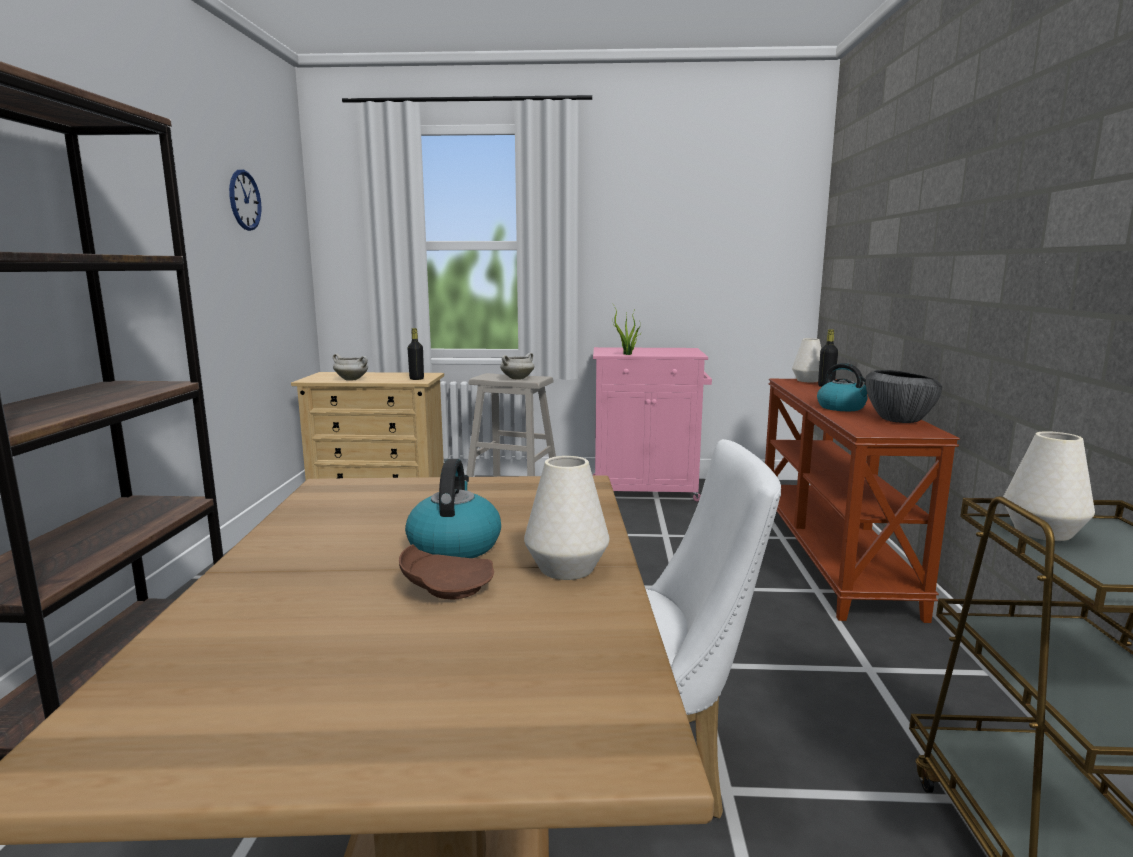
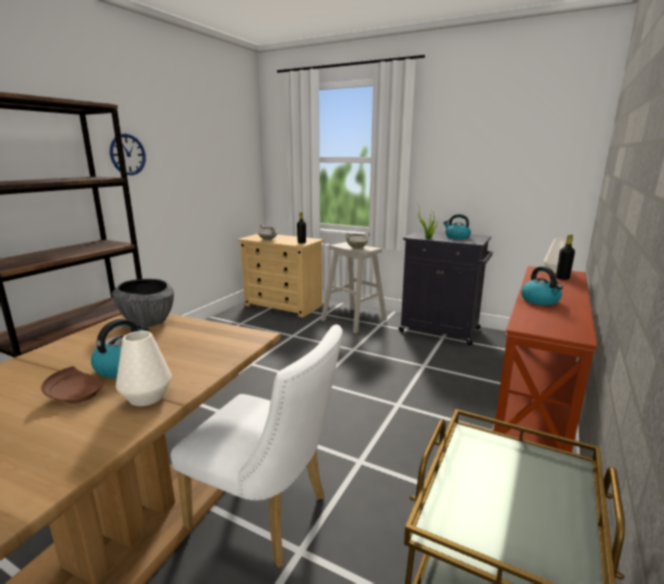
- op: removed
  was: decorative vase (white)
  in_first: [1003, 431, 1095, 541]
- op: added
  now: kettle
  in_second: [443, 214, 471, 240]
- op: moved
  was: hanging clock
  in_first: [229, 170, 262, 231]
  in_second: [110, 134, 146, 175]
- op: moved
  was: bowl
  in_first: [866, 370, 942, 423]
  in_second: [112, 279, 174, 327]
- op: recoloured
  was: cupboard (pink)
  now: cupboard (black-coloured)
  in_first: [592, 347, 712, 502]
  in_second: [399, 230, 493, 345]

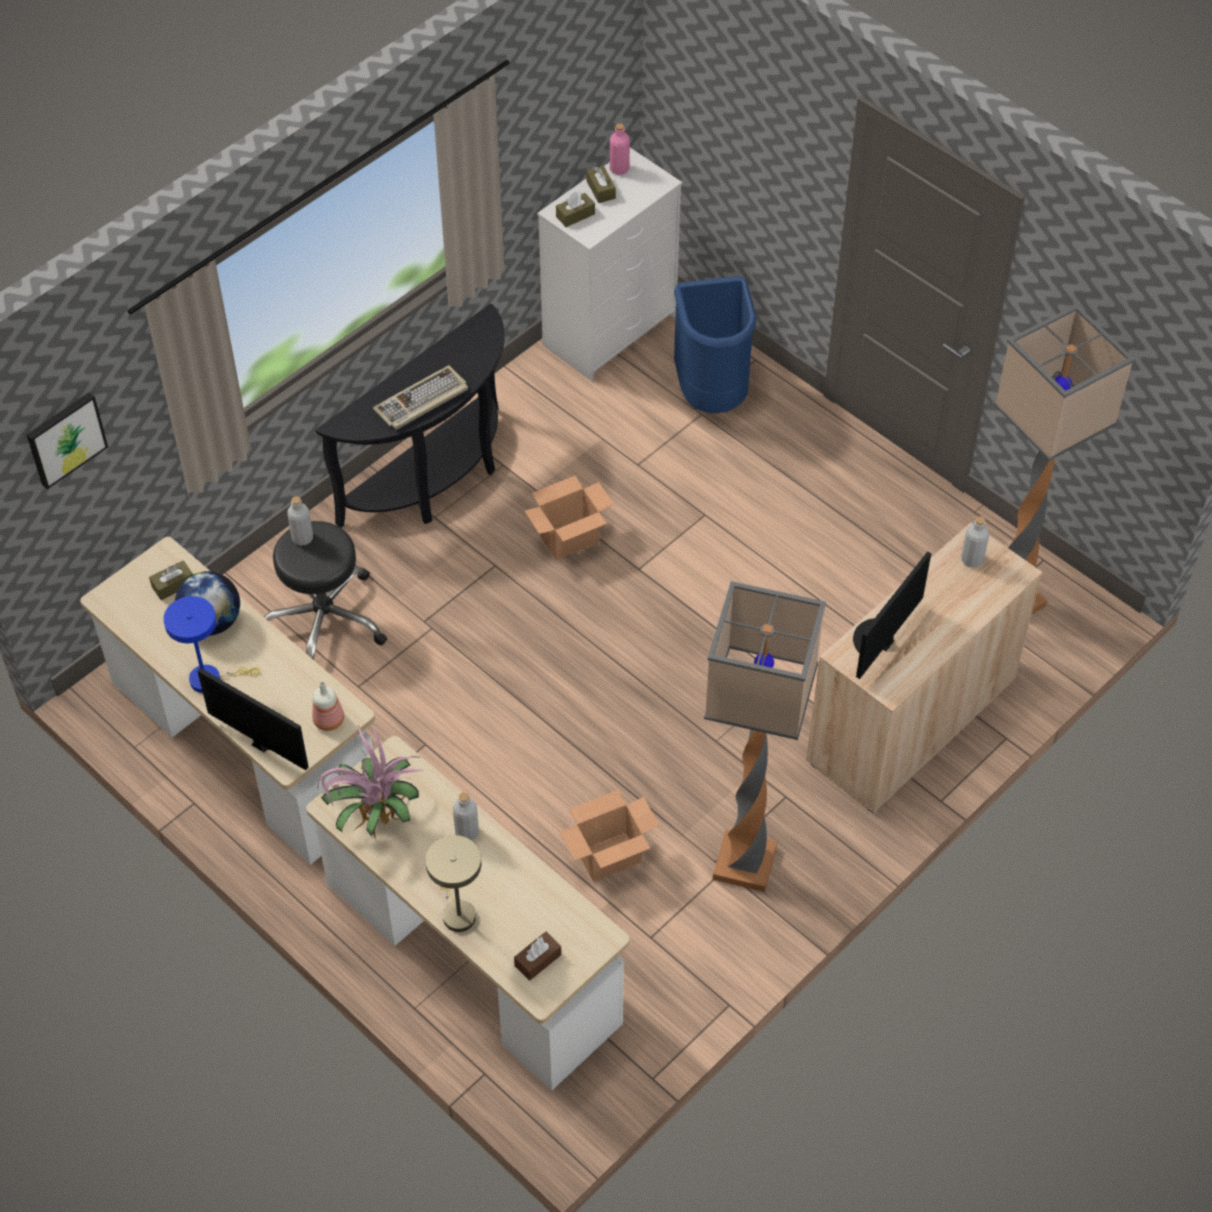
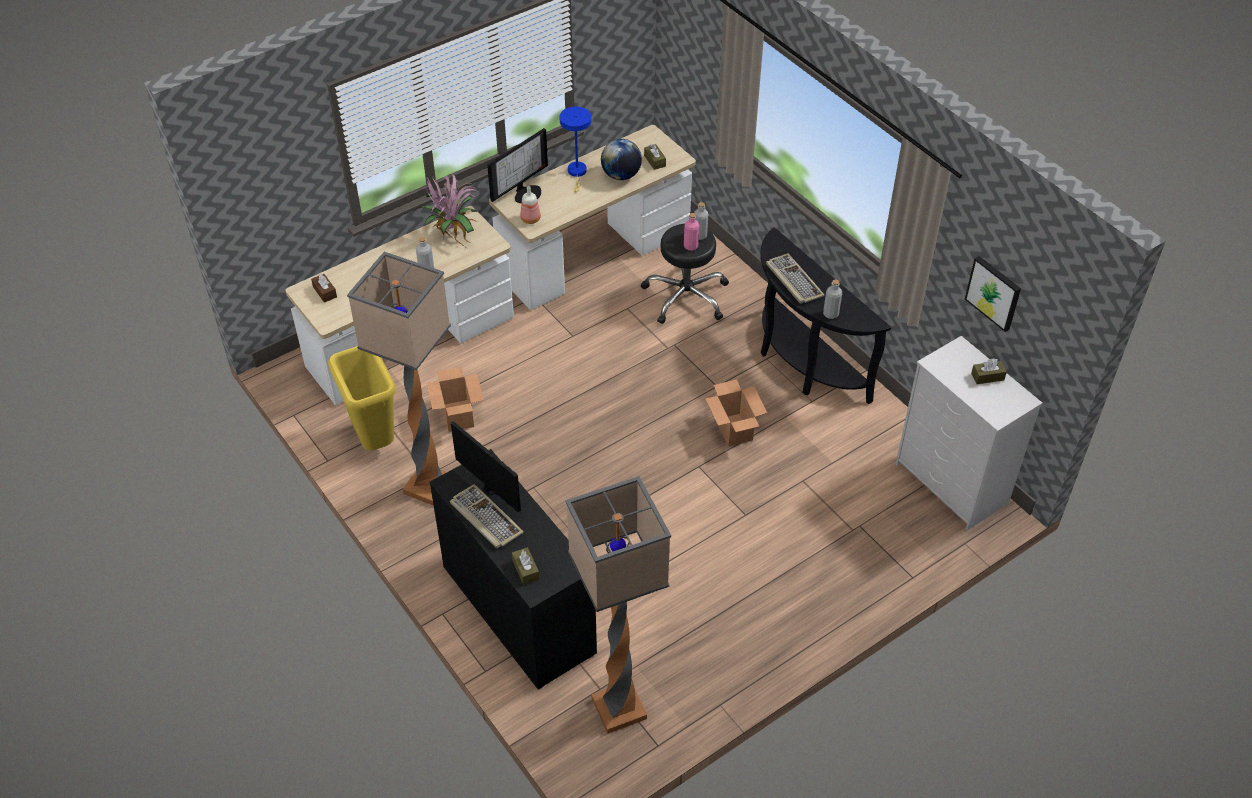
- op: removed
  was: lamp for a table (sand-coloured)
  in_first: [426, 835, 481, 932]
- op: removed
  was: trash can (blue)
  in_first: [674, 276, 756, 413]
- op: added
  now: trash can (yellow)
  in_second: [328, 346, 396, 451]
- op: added
  now: keyboard
  in_second: [450, 484, 524, 549]
- op: moved
  was: picture
  in_first: [26, 392, 108, 489]
  in_second: [965, 256, 1021, 332]
- op: moved
  was: tissue holder (brown-coloured)
  in_first: [556, 192, 595, 227]
  in_second: [512, 547, 539, 585]
- op: moved
  was: beverage bottle (pink)
  in_first: [610, 123, 630, 175]
  in_second: [684, 213, 699, 251]
- op: moved
  was: beverage bottle (gray)
  in_first: [961, 516, 989, 567]
  in_second: [823, 280, 842, 319]
- op: recoloured
  was: cupboard (sand-coloured)
  now: cupboard (black-coloured)
  in_first: [806, 522, 1043, 813]
  in_second: [429, 449, 597, 690]

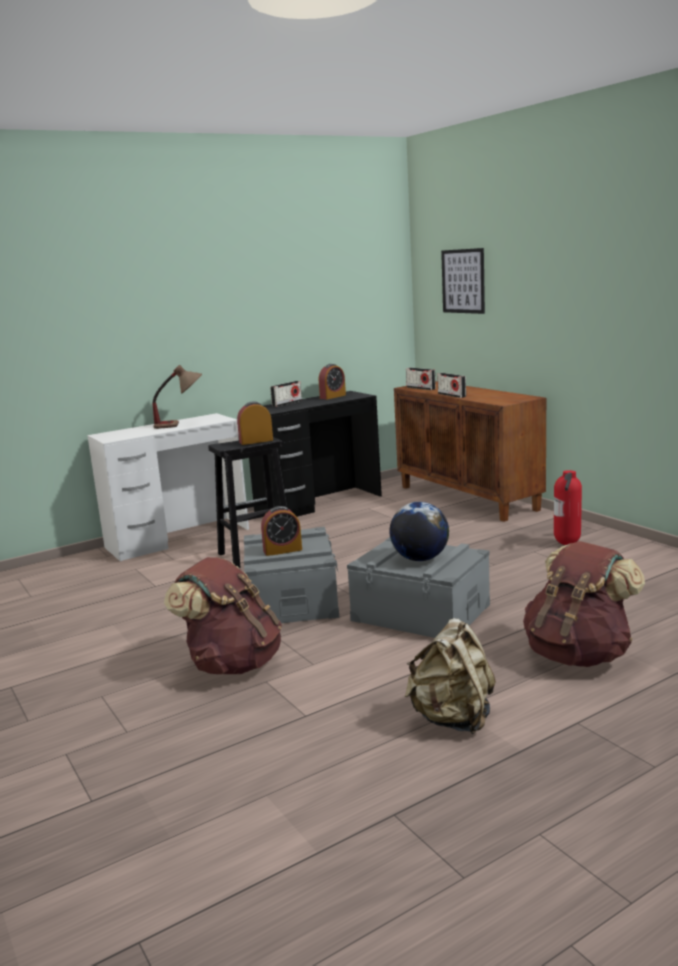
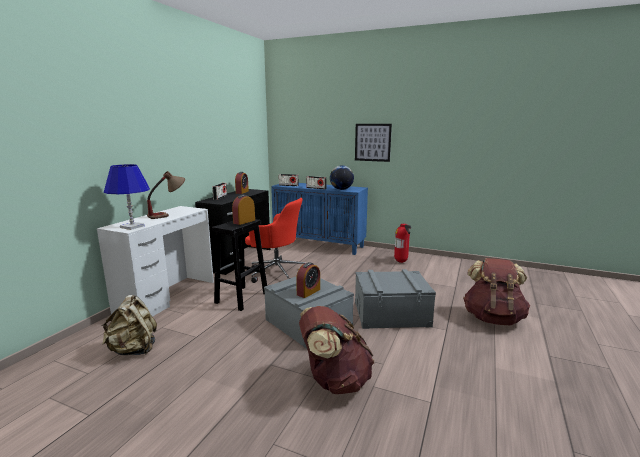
- op: added
  now: lamp for a table (blue)
  in_second: [104, 164, 150, 230]
- op: added
  now: computer chair (red-coloured)
  in_second: [245, 198, 305, 283]
- op: moved
  was: world globe
  in_first: [390, 502, 449, 561]
  in_second: [330, 165, 354, 190]
- op: moved
  was: backpack (sand-coloured)
  in_first: [405, 618, 496, 734]
  in_second: [102, 295, 157, 355]
- op: moved
  was: picture
  in_first: [441, 248, 485, 314]
  in_second: [355, 124, 392, 162]
- op: recoloured
  was: cupboard (brown-coloured)
  now: cupboard (blue)
  in_first: [394, 381, 546, 522]
  in_second: [271, 183, 368, 255]

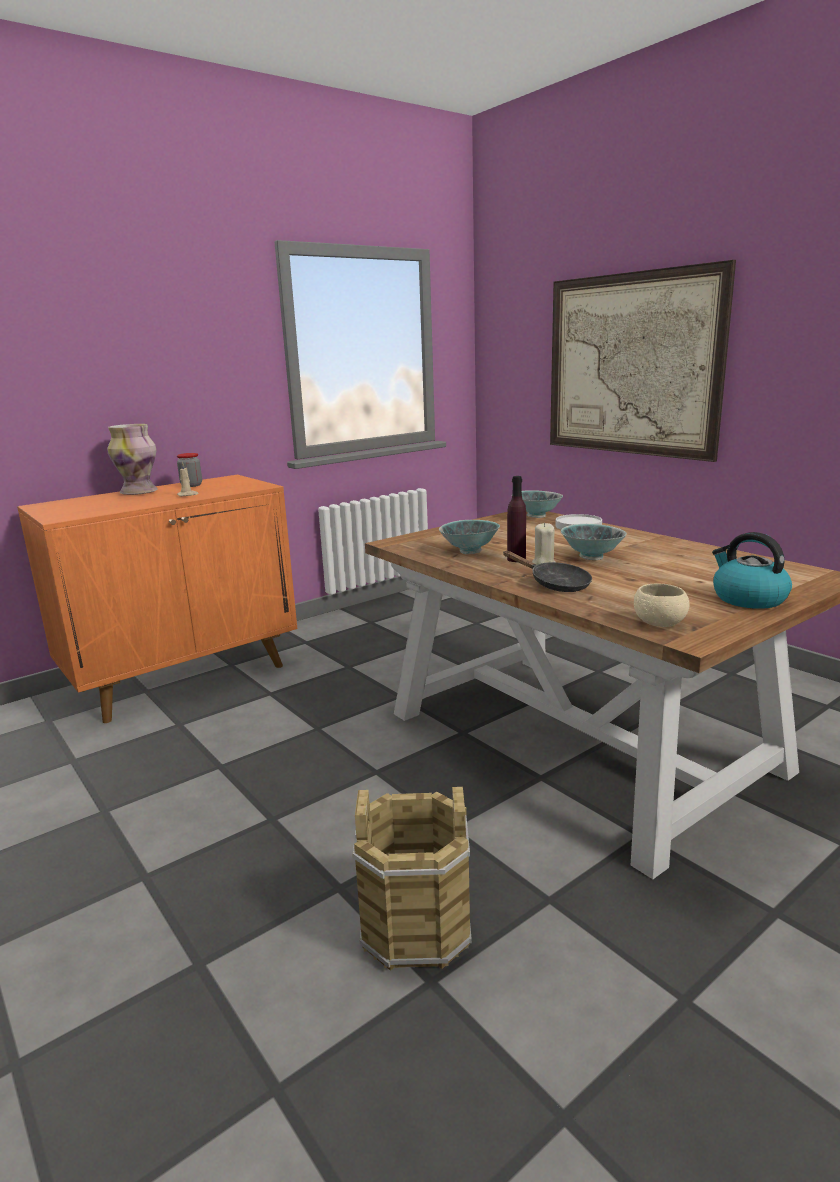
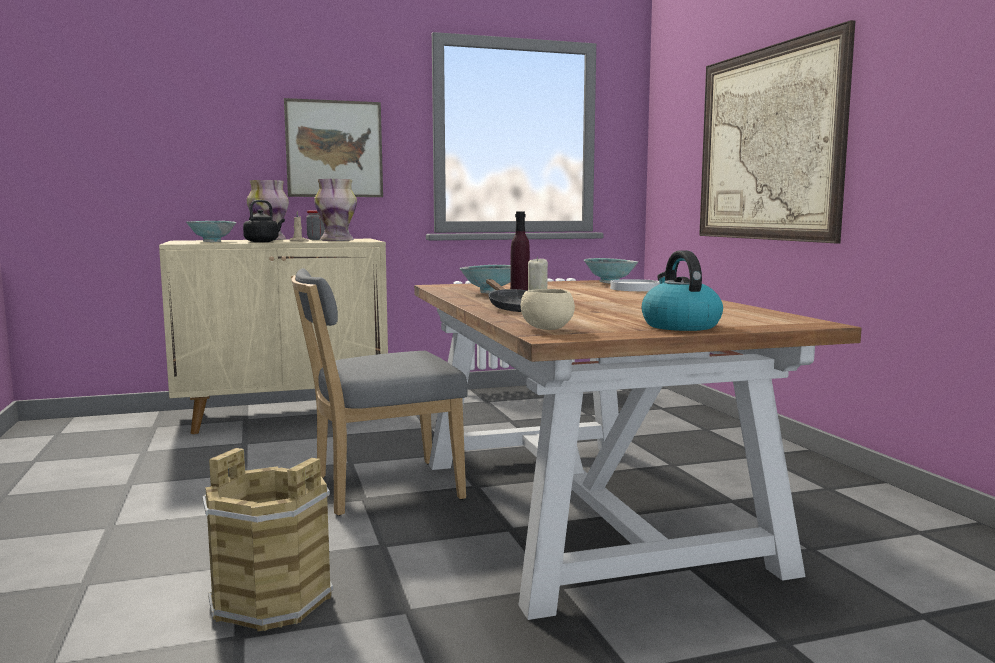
- op: added
  now: kettle (black-coloured)
  in_second: [243, 200, 285, 242]
- op: added
  now: picture
  in_second: [284, 98, 383, 197]
- op: added
  now: plain chair (gray)
  in_second: [291, 268, 468, 516]
- op: added
  now: decorative vase
  in_second: [314, 179, 357, 241]
- op: moved
  was: bowl
  in_first: [561, 524, 627, 560]
  in_second: [186, 221, 236, 242]
- op: recoloured
  was: cupboard (orangey)
  now: cupboard (sand-coloured)
  in_first: [17, 475, 297, 723]
  in_second: [159, 239, 388, 434]

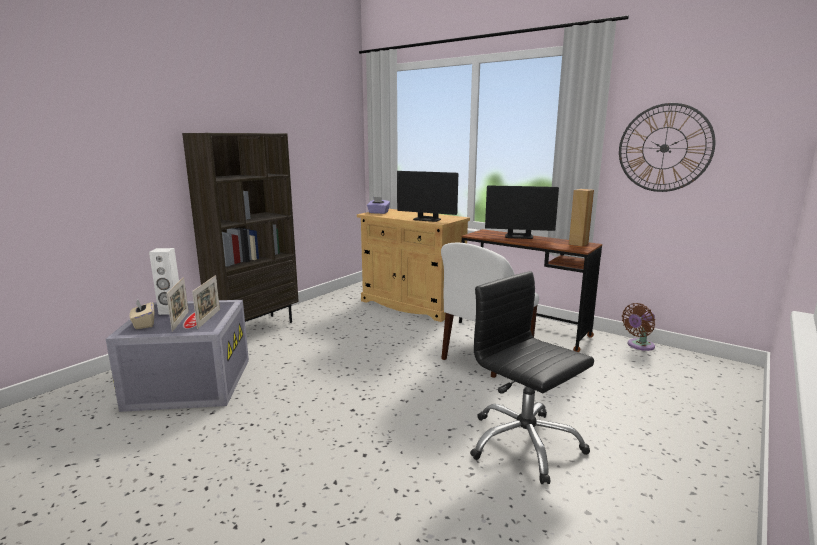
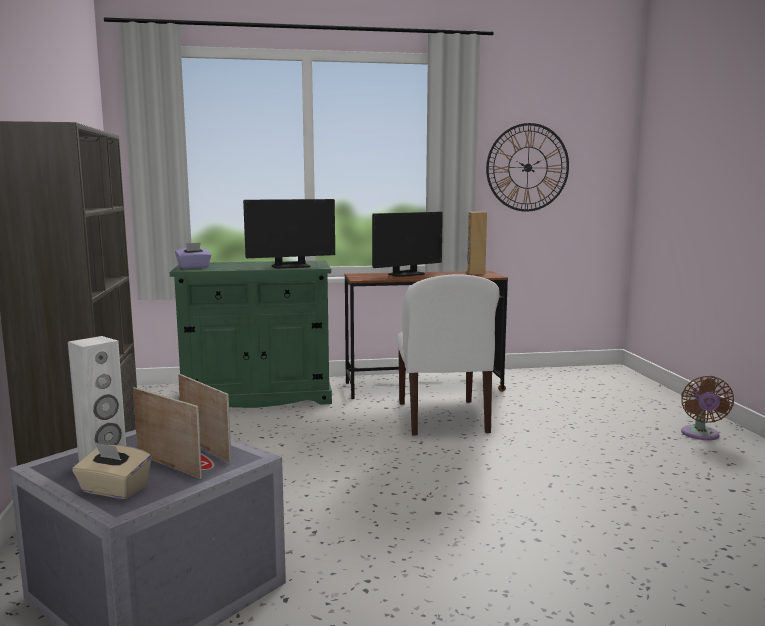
- op: removed
  was: computer chair (black-coloured)
  in_first: [470, 271, 594, 484]
- op: moved
  was: electric fan (brown-coloured)
  in_first: [622, 303, 655, 351]
  in_second: [681, 376, 734, 440]
- op: recoloured
  was: cupboard (sand-coloured)
  now: cupboard (green-coloured)
  in_first: [357, 209, 470, 322]
  in_second: [170, 260, 332, 408]

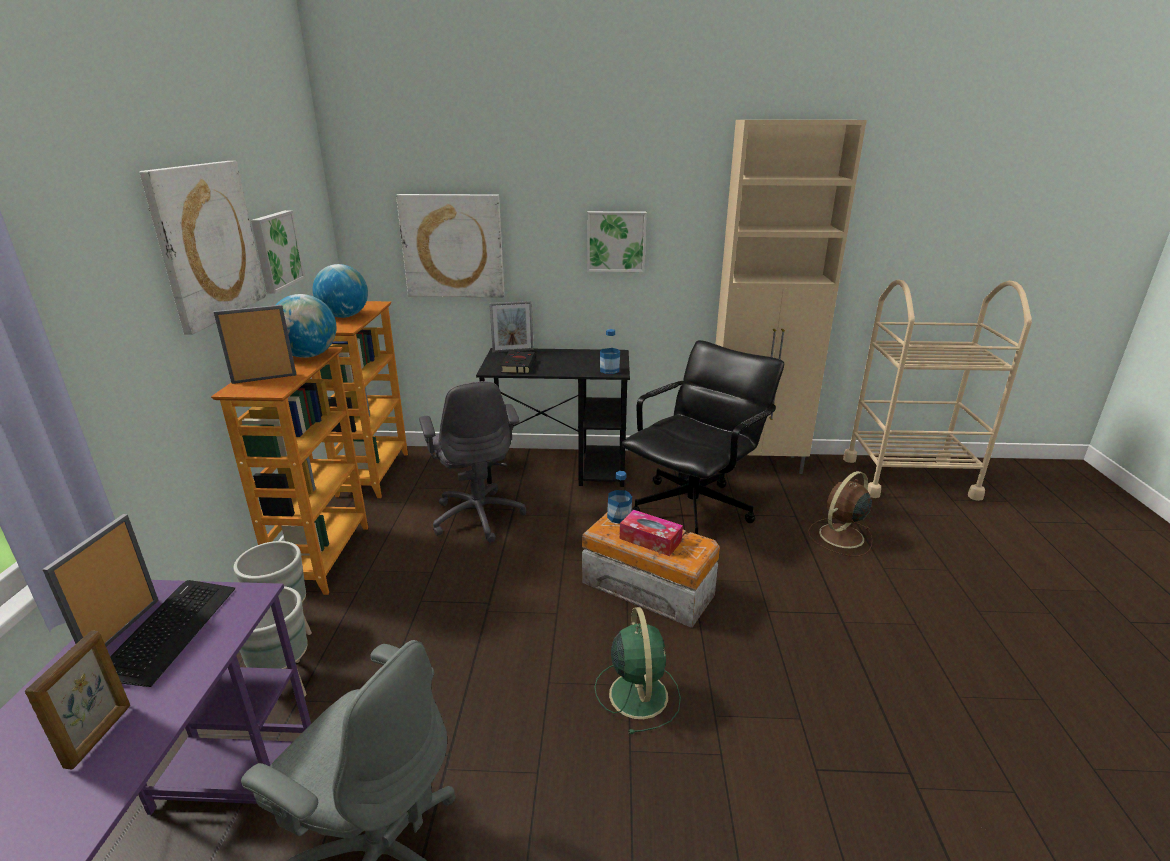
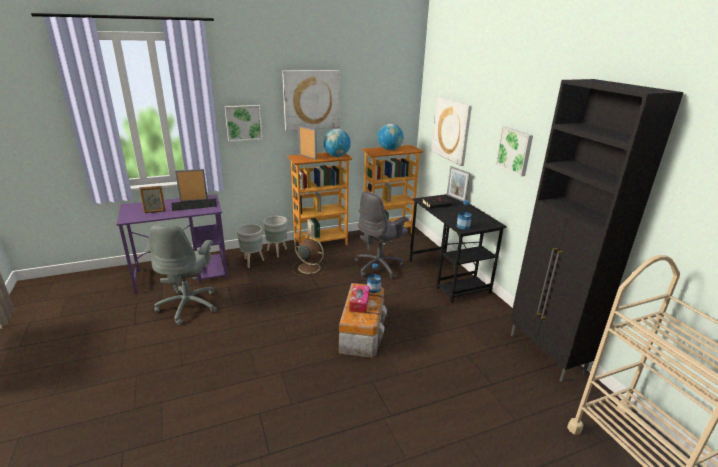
- op: removed
  was: electric fan (green-coloured)
  in_first: [595, 607, 681, 734]
- op: removed
  was: computer chair (black-coloured)
  in_first: [622, 340, 784, 535]
- op: moved
  was: picture
  in_first: [251, 210, 305, 294]
  in_second: [225, 105, 263, 142]
- op: moved
  was: electric fan (brown-coloured)
  in_first: [808, 471, 873, 556]
  in_second: [292, 234, 326, 275]
- op: recoloured
  was: cupboard (sand-coloured)
  now: cupboard (black-coloured)
  in_first: [716, 120, 867, 474]
  in_second: [510, 79, 684, 382]

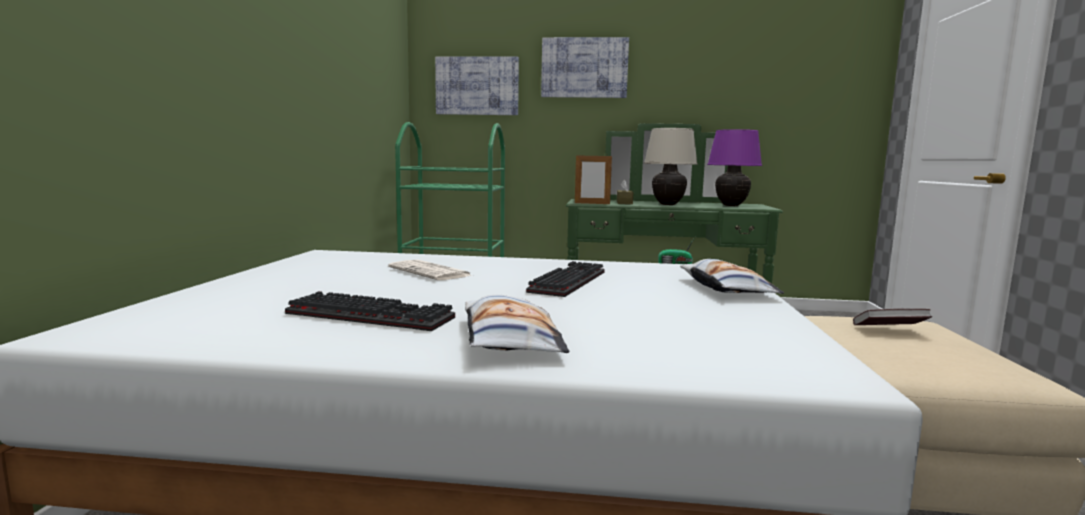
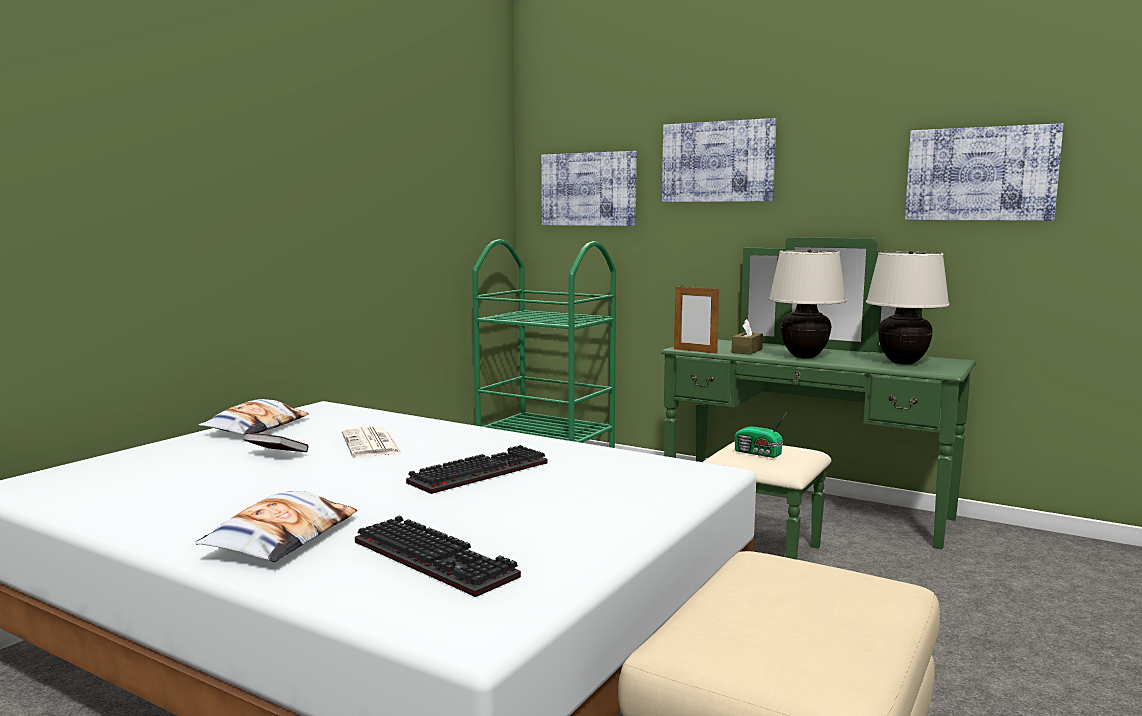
- op: added
  now: picture
  in_second: [905, 123, 1063, 221]
- op: moved
  was: keyboard
  in_first: [285, 291, 455, 331]
  in_second: [355, 516, 521, 597]
- op: moved
  was: cushion
  in_first: [680, 259, 784, 294]
  in_second: [198, 399, 309, 435]
- op: moved
  was: volume
  in_first: [853, 309, 932, 325]
  in_second: [243, 433, 308, 452]
- op: recoloured
  was: lamp for a table (purple)
  now: lamp for a table (sand-coloured)
  in_first: [707, 129, 762, 206]
  in_second: [866, 251, 950, 365]

